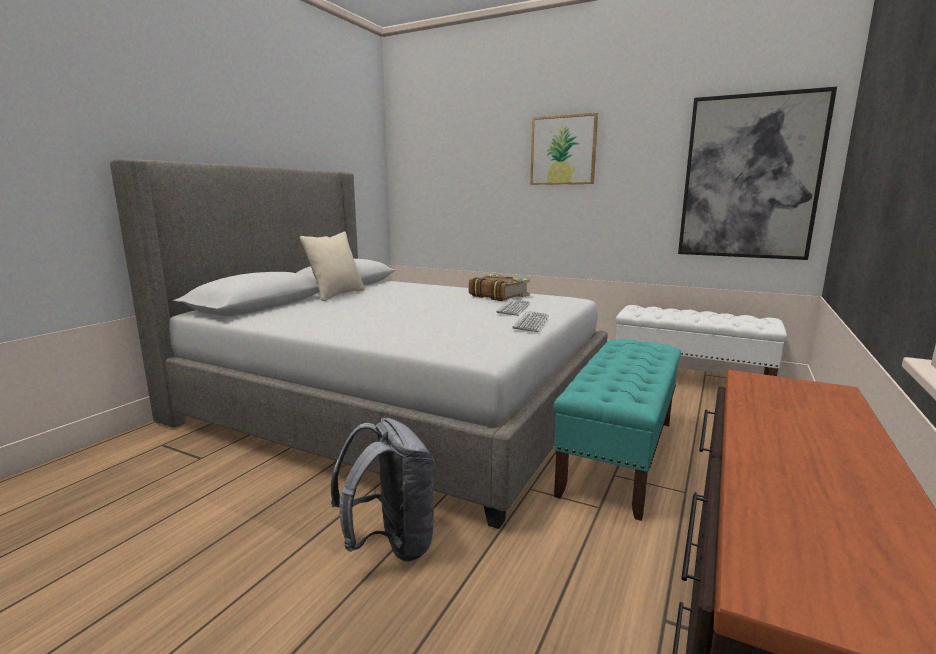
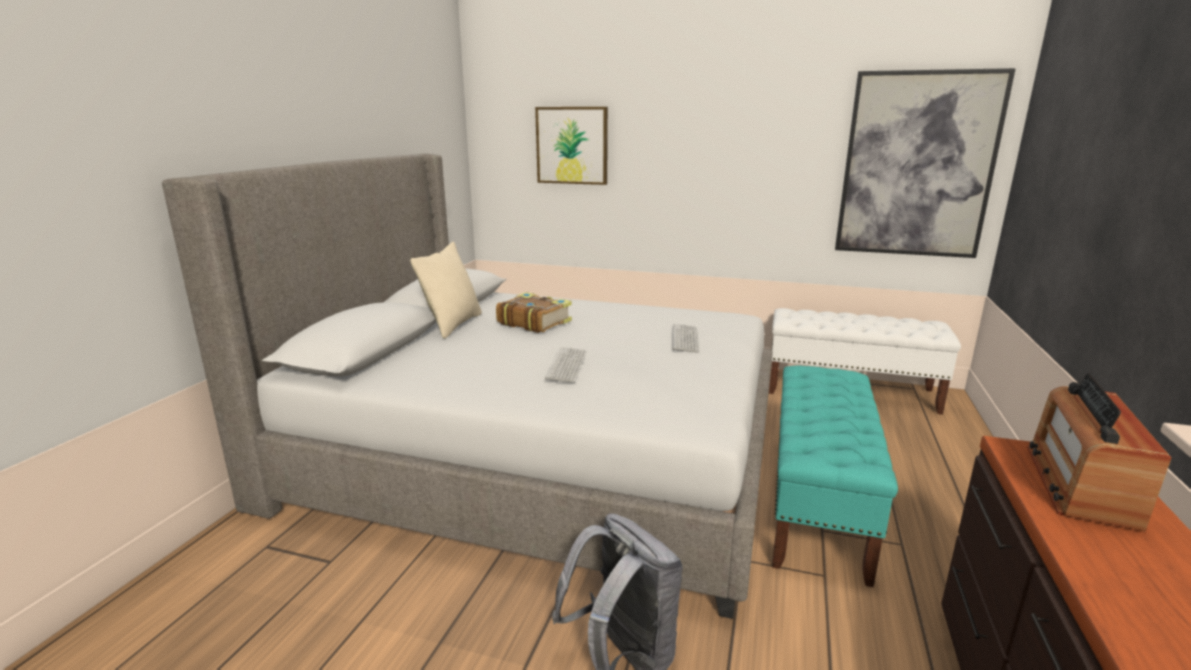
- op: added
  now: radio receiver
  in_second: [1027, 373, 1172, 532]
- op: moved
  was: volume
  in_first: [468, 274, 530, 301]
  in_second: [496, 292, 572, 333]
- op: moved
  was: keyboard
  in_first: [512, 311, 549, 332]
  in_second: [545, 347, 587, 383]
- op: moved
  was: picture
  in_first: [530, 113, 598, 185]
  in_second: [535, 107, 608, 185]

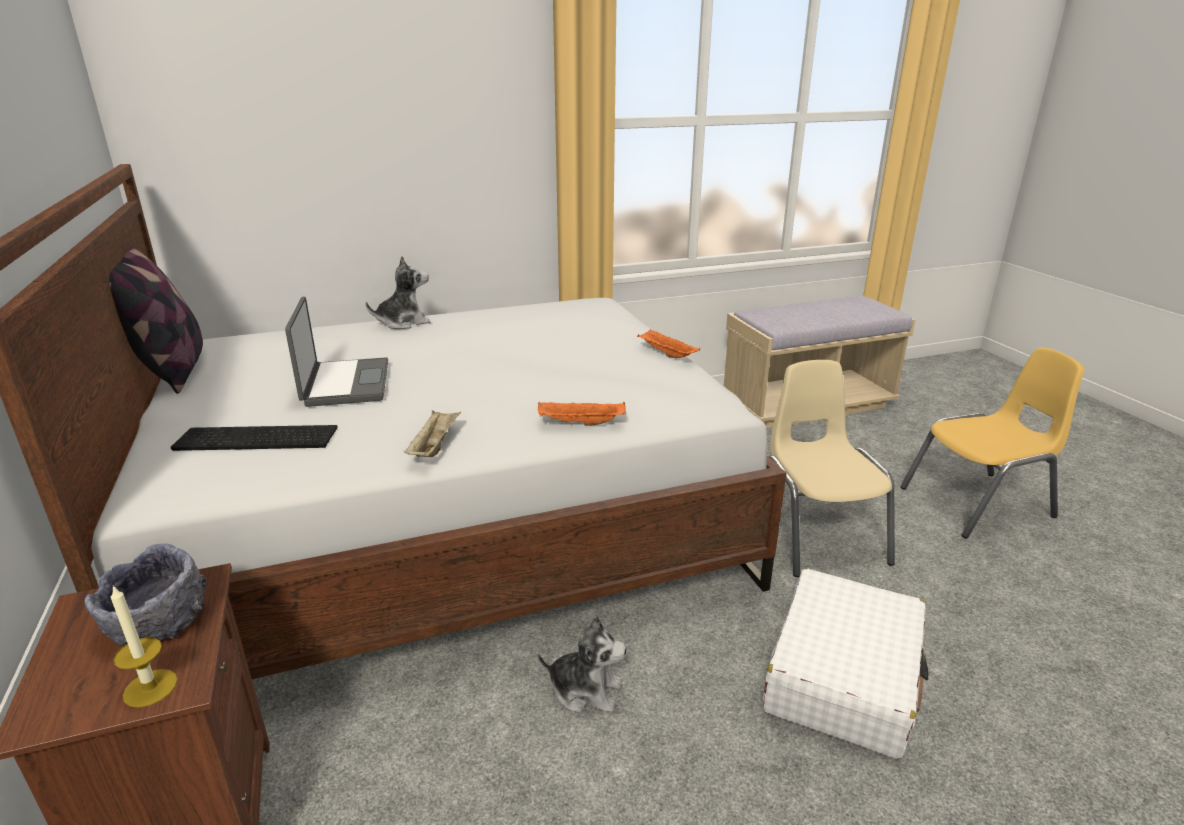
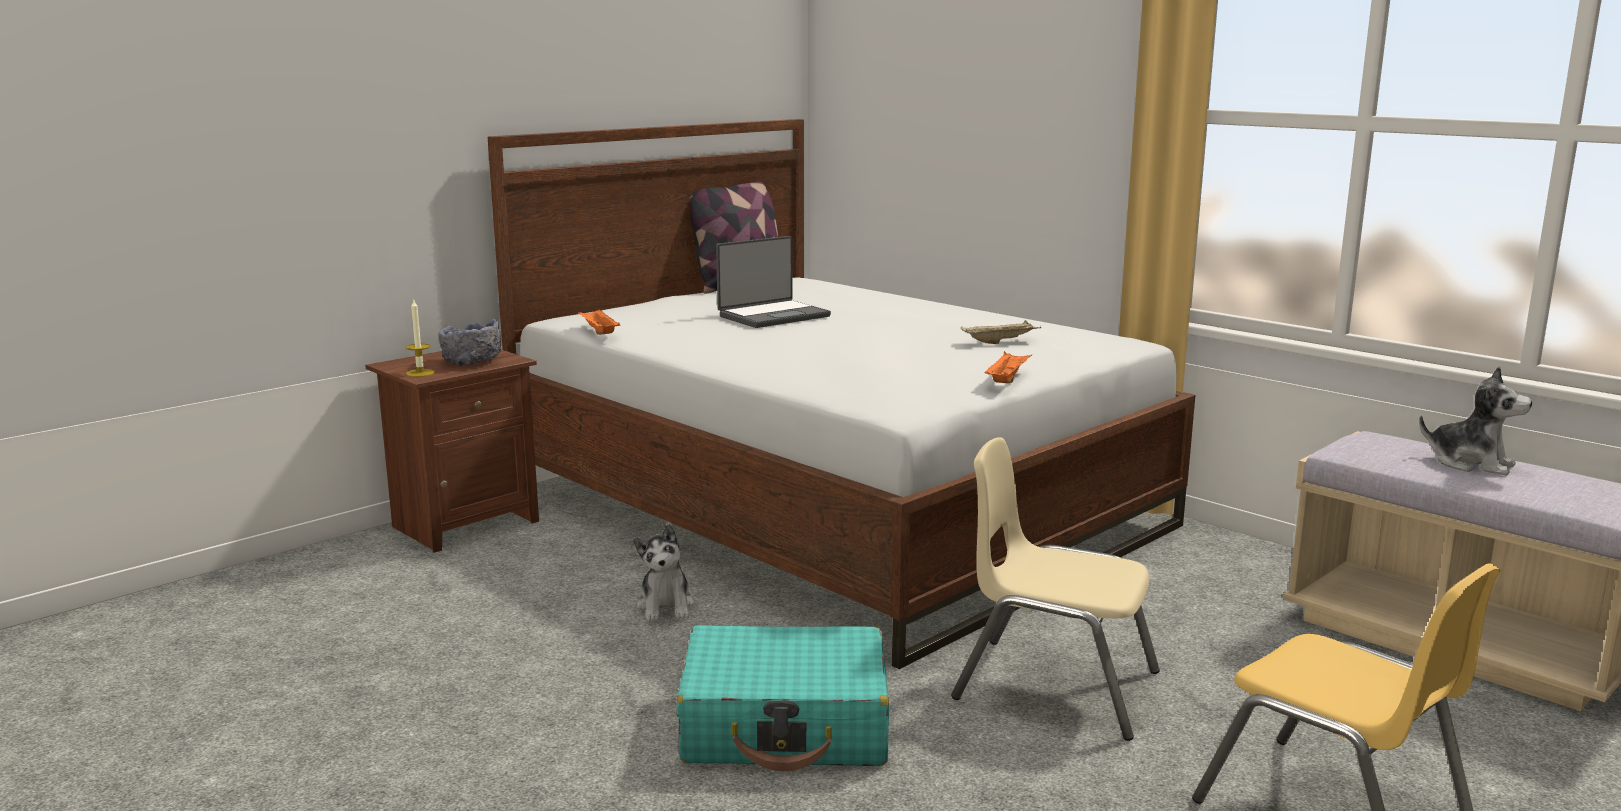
- op: removed
  was: keyboard
  in_first: [171, 425, 338, 451]
- op: moved
  was: soft toy
  in_first: [366, 256, 430, 329]
  in_second: [1419, 366, 1532, 476]
- op: moved
  was: tray (sand-coloured)
  in_first: [404, 410, 461, 457]
  in_second: [961, 320, 1041, 344]
- op: moved
  was: tray (orangey)
  in_first: [538, 402, 626, 426]
  in_second: [578, 309, 620, 335]
- op: recoloured
  was: piece of luggage (white)
  now: piece of luggage (turquoise)
  in_first: [763, 568, 928, 759]
  in_second: [676, 625, 889, 771]
- op: turned
  was: plain chair (sand-coloured)
  in_first: [769, 360, 895, 577]
  in_second: [951, 437, 1160, 741]
  clockwise: -120

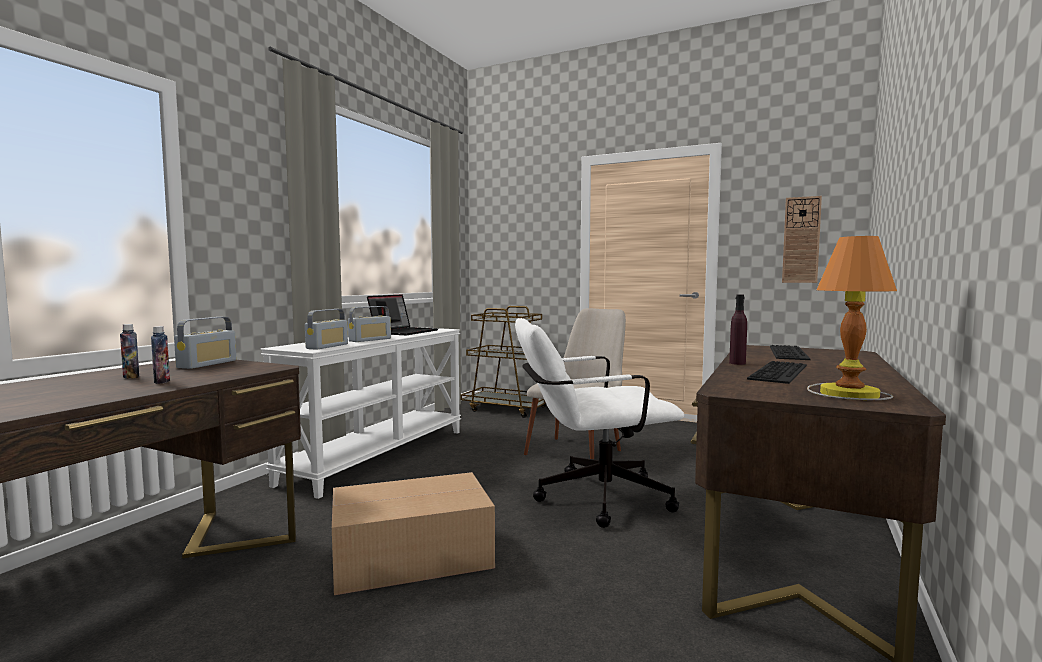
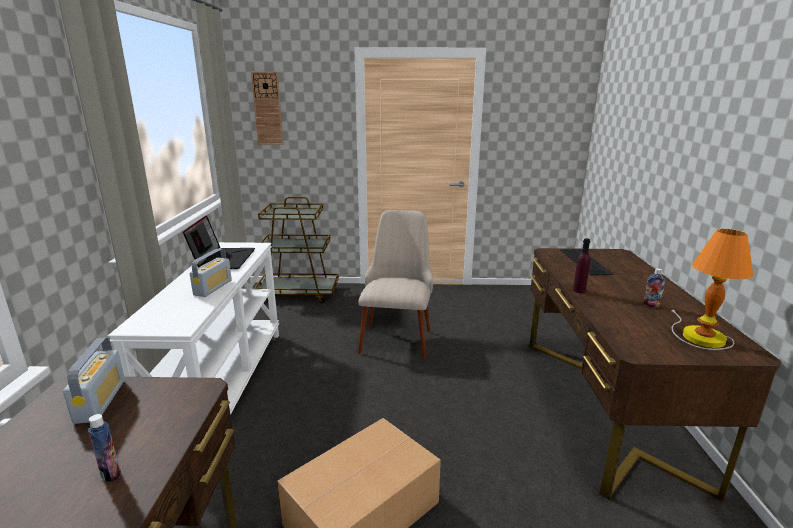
- op: removed
  was: radio receiver
  in_first: [305, 309, 348, 350]
- op: removed
  was: computer chair (white)
  in_first: [515, 318, 684, 528]
- op: removed
  was: keyboard
  in_first: [747, 361, 807, 384]
- op: moved
  was: beverage bottle
  in_first: [120, 324, 140, 379]
  in_second: [643, 268, 665, 307]
- op: moved
  was: hanging clock
  in_first: [782, 196, 822, 283]
  in_second: [251, 72, 284, 145]

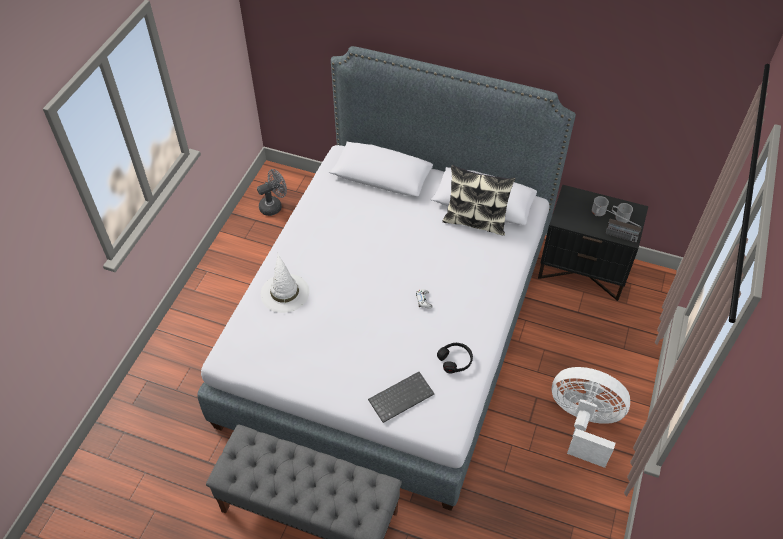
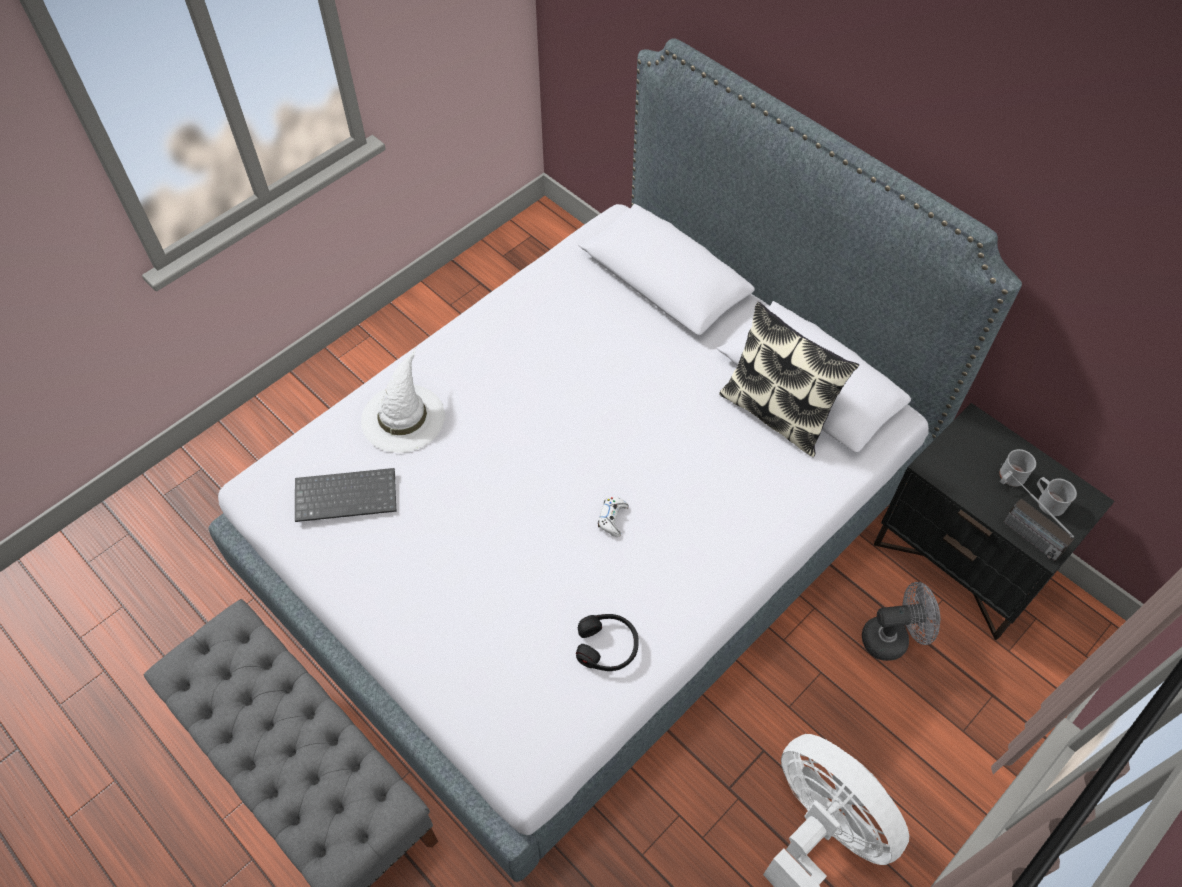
- op: moved
  was: electric fan (gray)
  in_first: [257, 169, 287, 216]
  in_second: [862, 582, 940, 661]
- op: moved
  was: keyboard
  in_first: [368, 372, 434, 423]
  in_second: [295, 468, 396, 522]

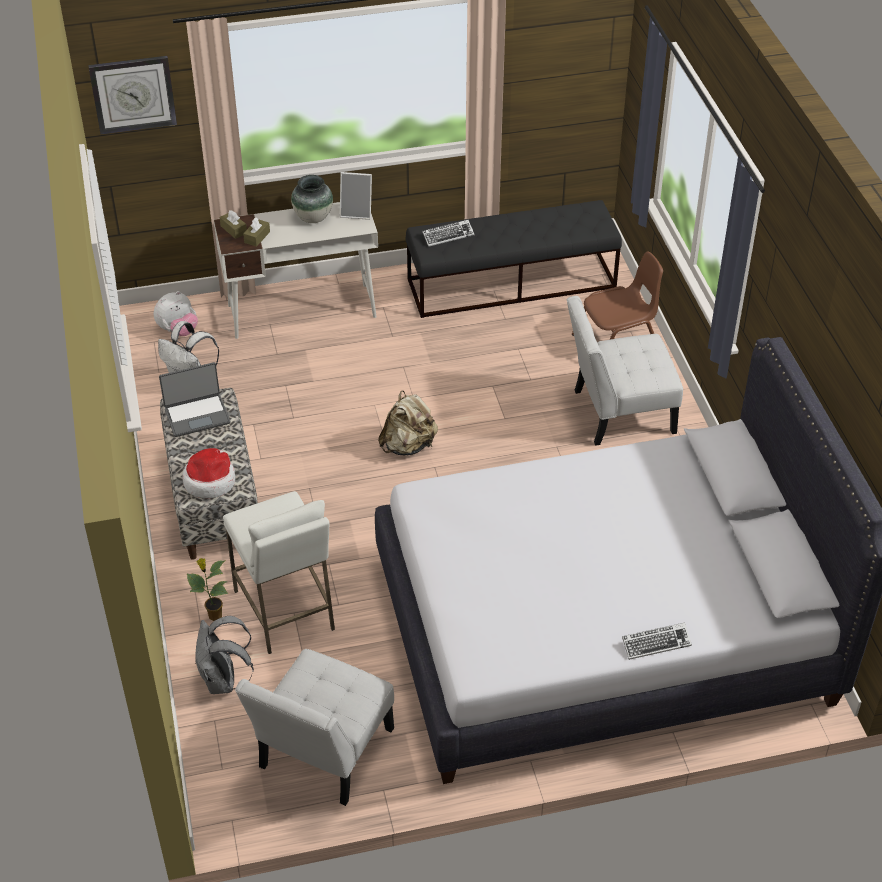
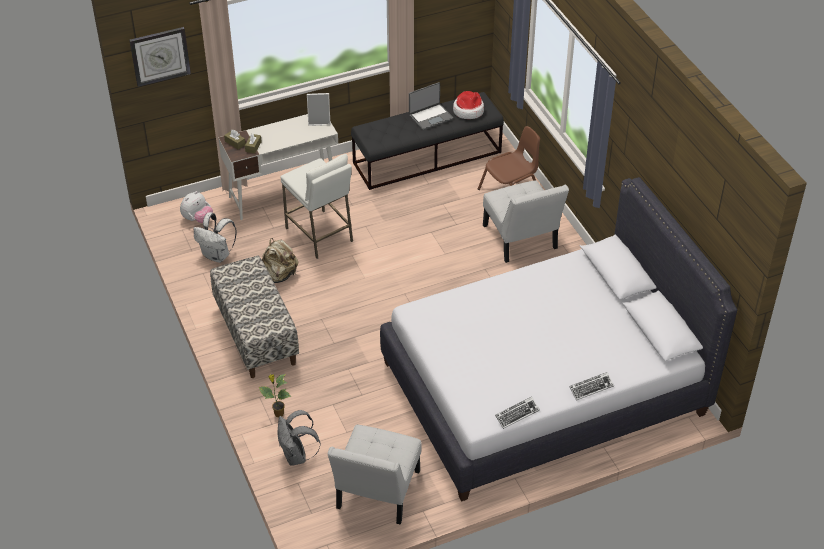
- op: removed
  was: decorative vase
  in_first: [291, 175, 333, 223]
- op: moved
  was: laptop
  in_first: [159, 362, 230, 437]
  in_second: [409, 82, 453, 130]
- op: moved
  was: clothing hat
  in_first: [182, 448, 235, 498]
  in_second: [453, 91, 484, 119]
- op: moved
  was: stool seat (white)
  in_first: [223, 491, 335, 654]
  in_second: [280, 154, 353, 259]
- op: moved
  was: backpack (sand-coloured)
  in_first: [378, 391, 438, 456]
  in_second: [262, 238, 298, 283]
- op: moved
  was: keyboard
  in_first: [422, 220, 474, 247]
  in_second: [495, 396, 540, 429]
- op: turned
  was: plain chair (white)
  in_first: [567, 296, 683, 446]
  in_second: [483, 181, 569, 263]
  clockwise: -90

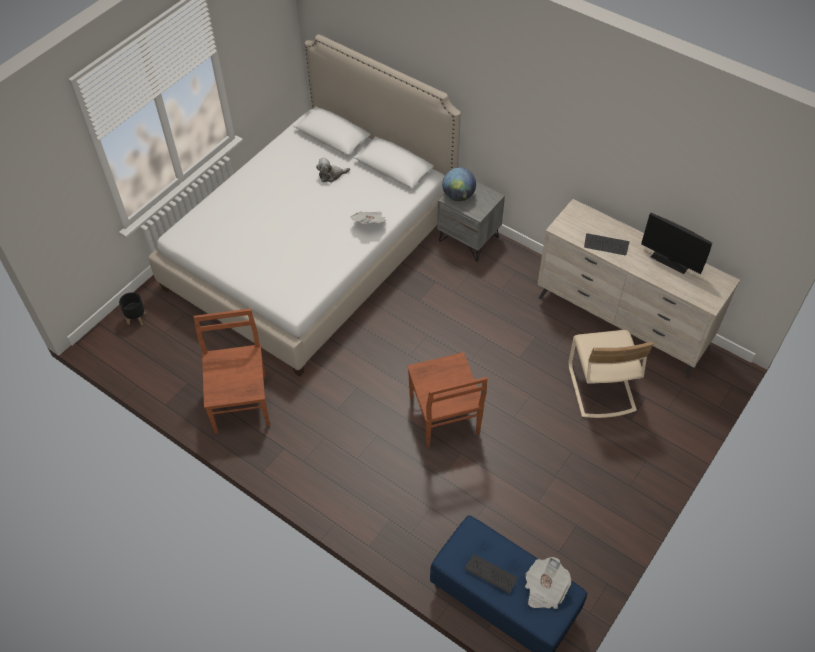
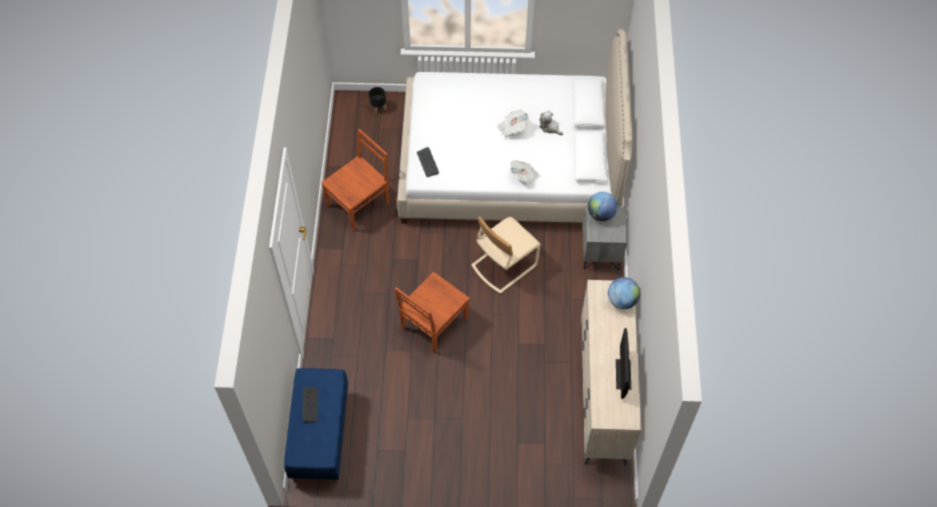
- op: added
  now: world globe
  in_second: [608, 277, 640, 309]
- op: moved
  was: printed paper
  in_first: [525, 557, 571, 609]
  in_second: [497, 109, 529, 137]
- op: moved
  was: plain chair (sand-coloured)
  in_first: [569, 330, 653, 418]
  in_second: [471, 216, 541, 294]
- op: moved
  was: keyboard
  in_first: [584, 233, 629, 255]
  in_second: [417, 147, 439, 177]

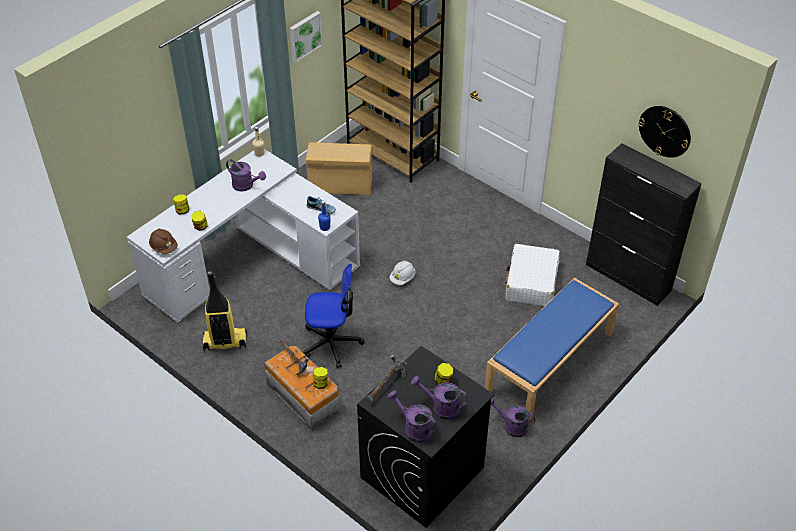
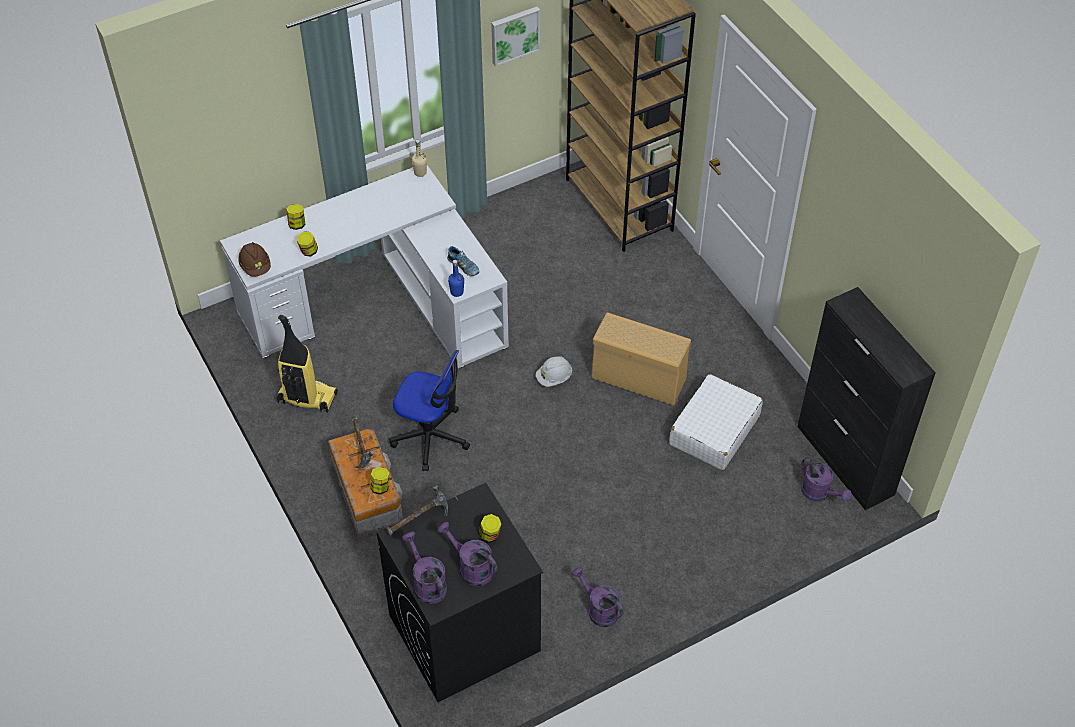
- op: removed
  was: indoor bench (blue)
  in_first: [485, 278, 619, 421]
- op: removed
  was: hanging clock
  in_first: [638, 106, 691, 158]
- op: moved
  was: sprinkling can (purple)
  in_first: [226, 159, 266, 192]
  in_second: [801, 457, 852, 502]
- op: moved
  was: storage container (sand-coloured)
  in_first: [306, 142, 372, 195]
  in_second: [591, 312, 691, 405]

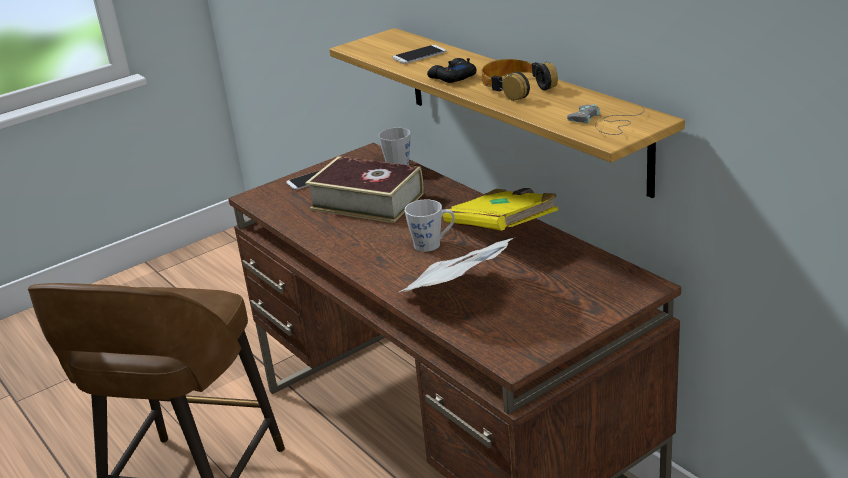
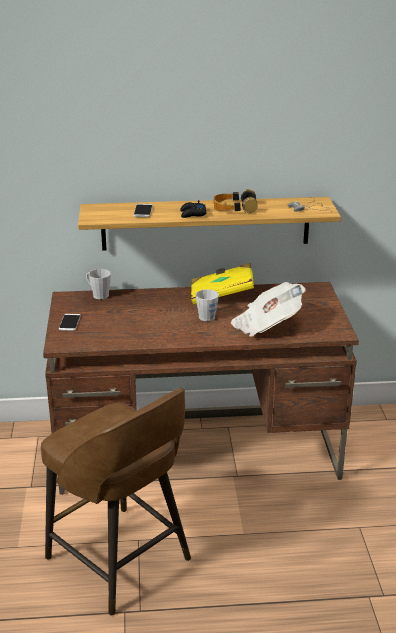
- op: removed
  was: volume
  in_first: [305, 156, 424, 223]

